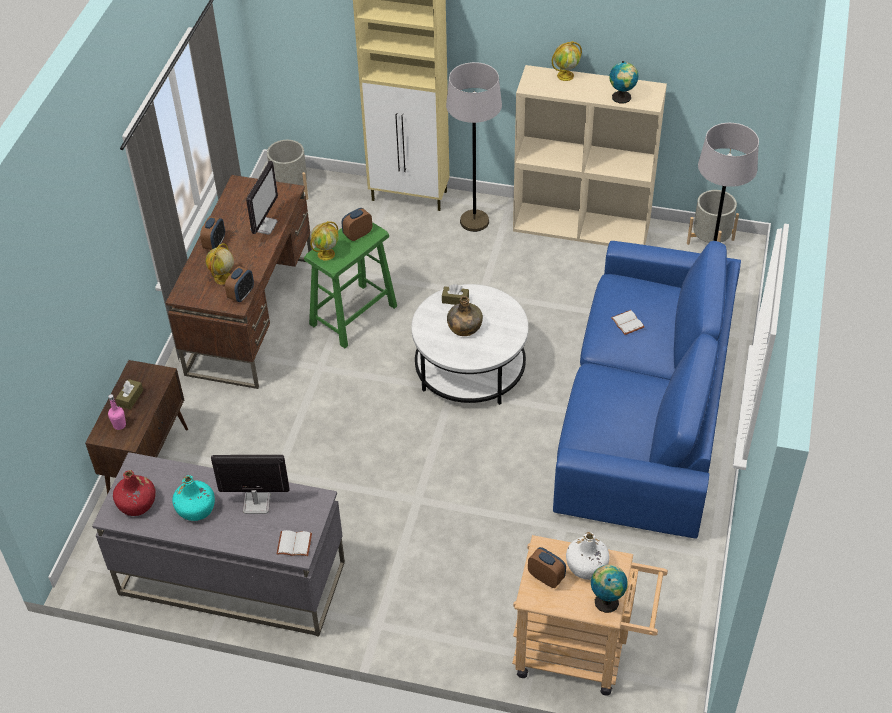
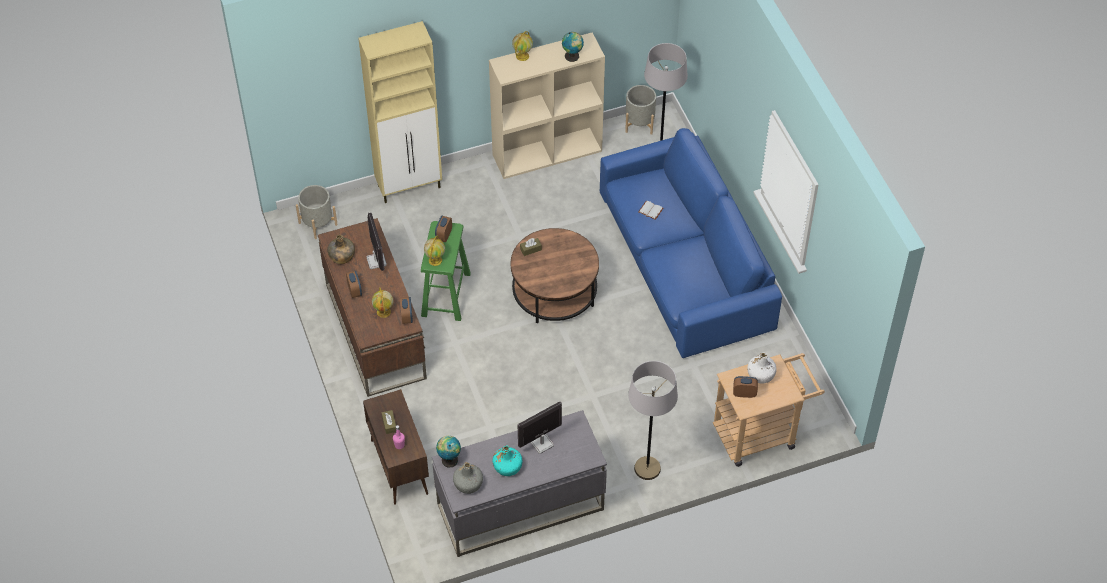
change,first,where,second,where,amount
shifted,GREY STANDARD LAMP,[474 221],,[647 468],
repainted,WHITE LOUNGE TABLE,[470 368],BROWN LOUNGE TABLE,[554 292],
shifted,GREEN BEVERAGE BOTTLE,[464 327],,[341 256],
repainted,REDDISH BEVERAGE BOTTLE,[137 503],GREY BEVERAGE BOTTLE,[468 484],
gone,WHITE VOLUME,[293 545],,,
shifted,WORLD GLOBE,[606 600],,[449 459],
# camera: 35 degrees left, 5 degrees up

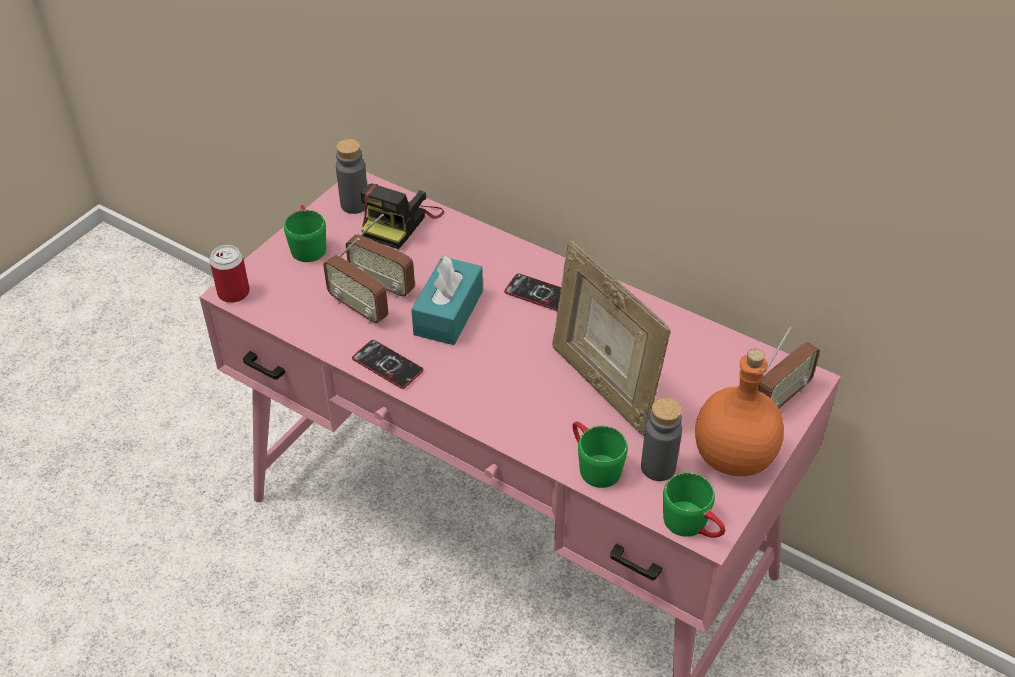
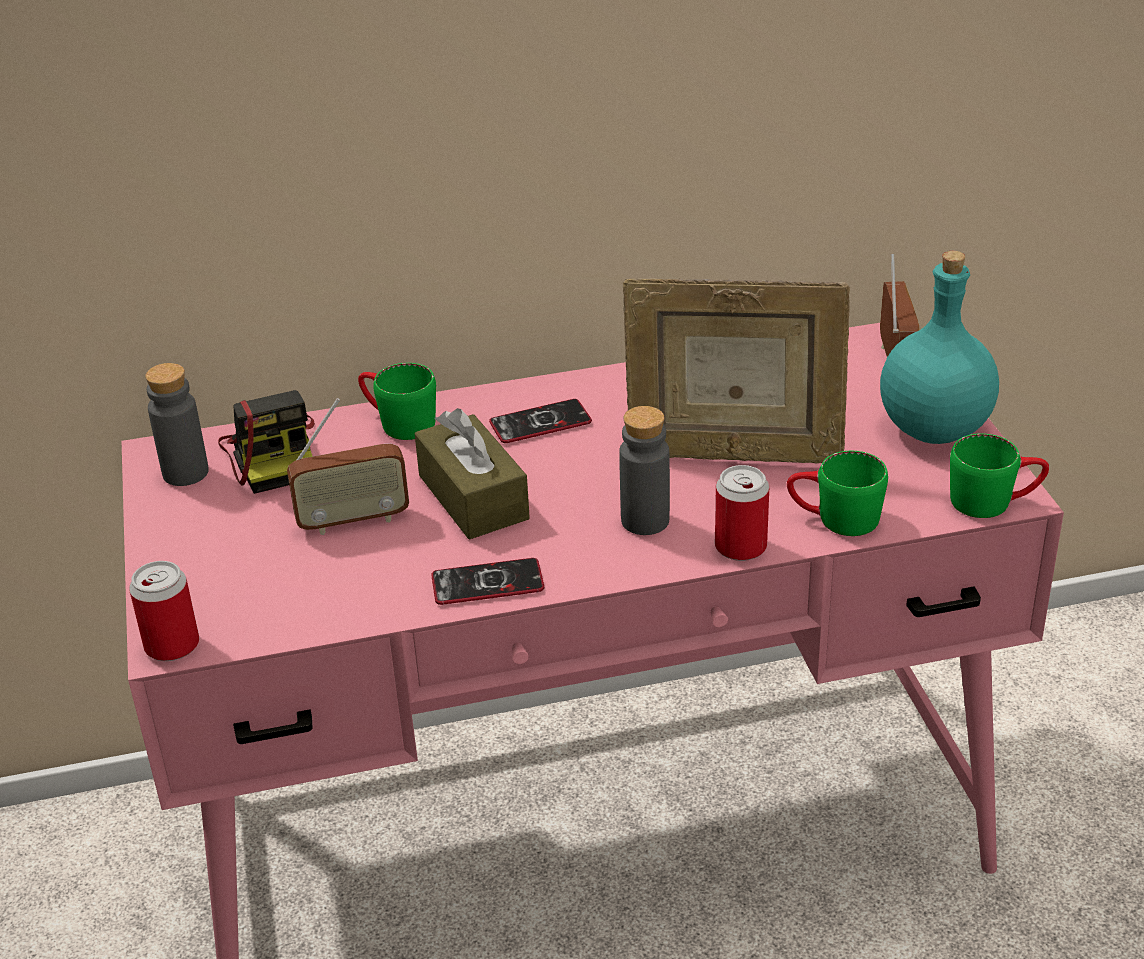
change,first,where,second,where,amount
shifted,GREEN MUG,[307 245],,[397 422],
gone,RADIO SET,[359 308],,,
repainted,TURQUOISE-COLOURED TISSUE BOX,[448 313],BROWN TISSUE BOX,[473 497],
repainted,ORANGE-COLOURED BEVERAGE BOTTLE,[735 458],TURQUOISE-COLOURED BEVERAGE BOTTLE,[936 429],
shifted,GREY BEVERAGE BOTTLE,[658 467],,[645 520],
new,,,SEALED CAN,[740 547],
# camera: 45 degrees left, 10 degrees down

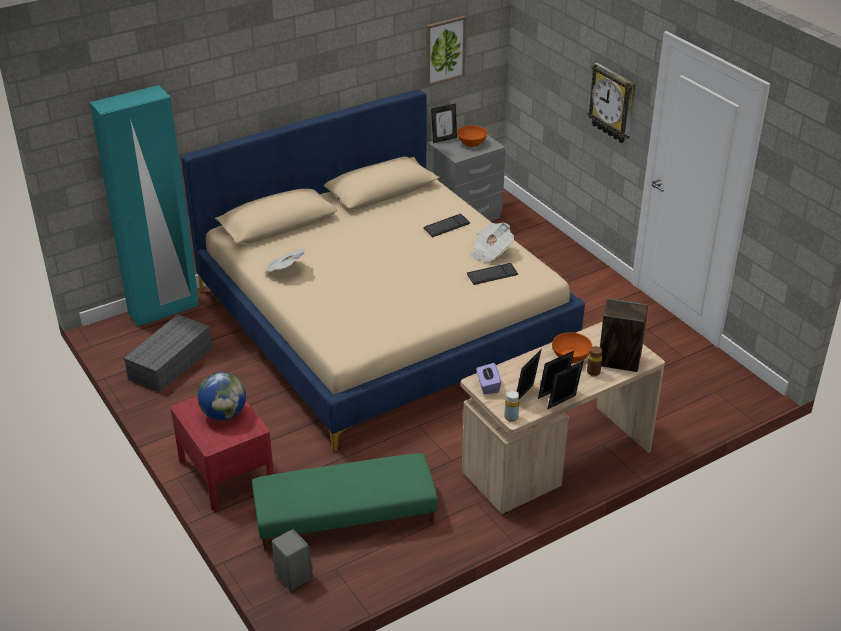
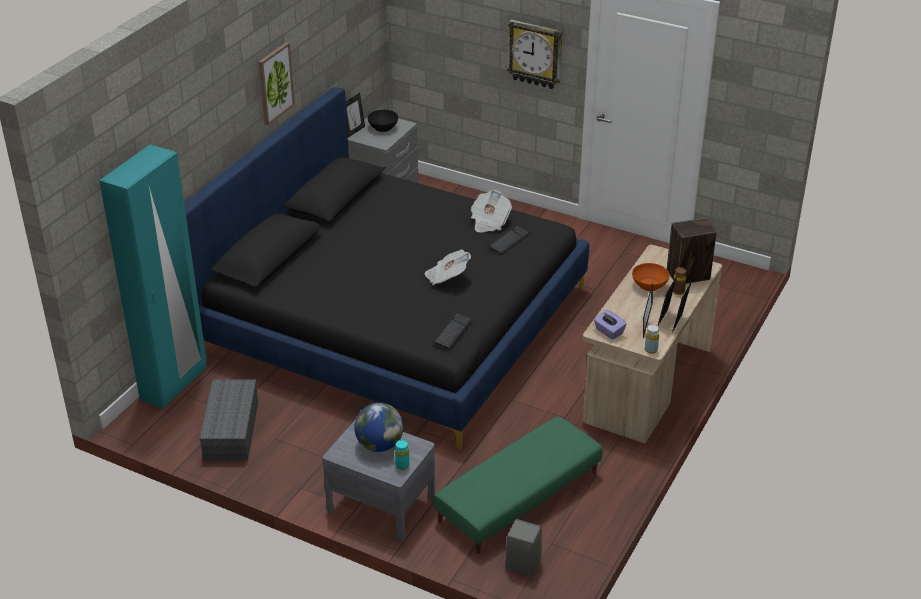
change,first,where,second,where,amount
shifted,PICTURE,[444 50],,[275 83],
repainted,SAND-COLOURED BEDROOM BED,[382 319],BLACKISH BEDROOM BED,[394 320],
repainted,ORANGE-COLOURED BOWL,[471 143],BLACKISH BOWL,[383 127],
shifted,PC KEYBOARD,[446 226],,[453 332],
shifted,NEWSPAPER,[285 270],,[447 277],
repainted,REDDISH BEDSIDE TABLE,[226 472],GREY BEDSIDE TABLE,[381 505],
new,,,TURQUOISE-COLOURED BEVERAGE BOTTLE,[402 465],
# camera: 30 degrees left, 0 degrees up

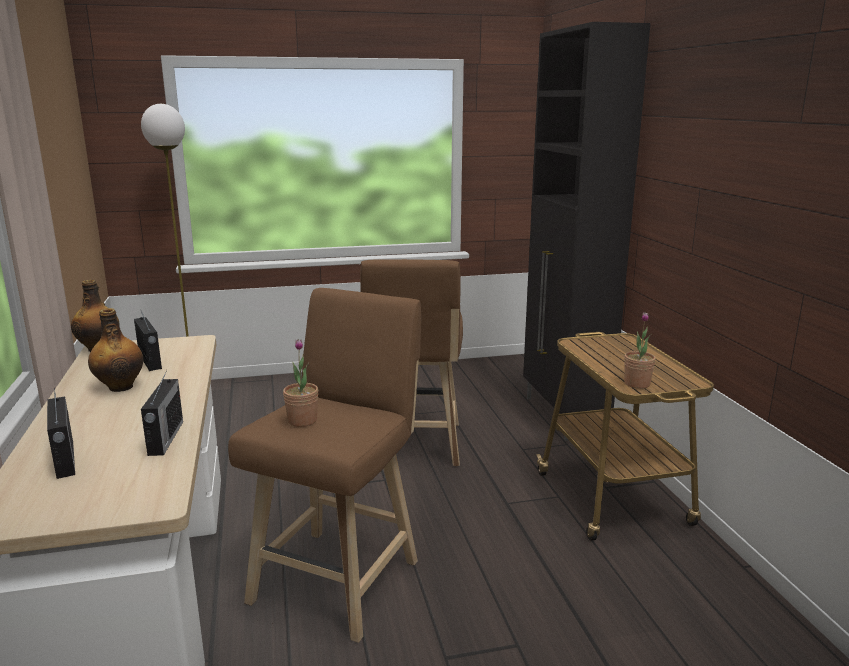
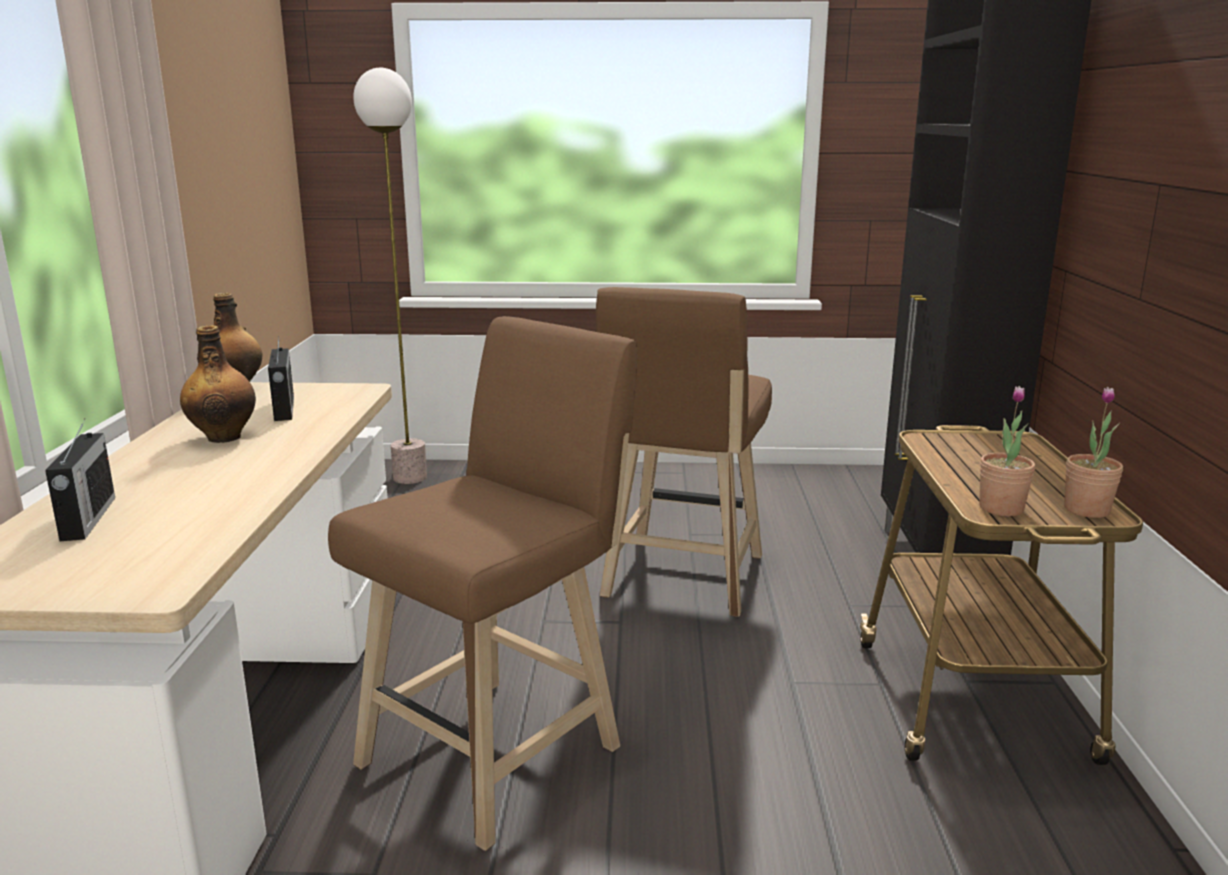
change,first,where,second,where,amount
shifted,HOUSEPLANT,[302 421],,[1086 510],
gone,RADIO SET,[165 438],,,
# camera: 15 degrees right, 0 degrees up

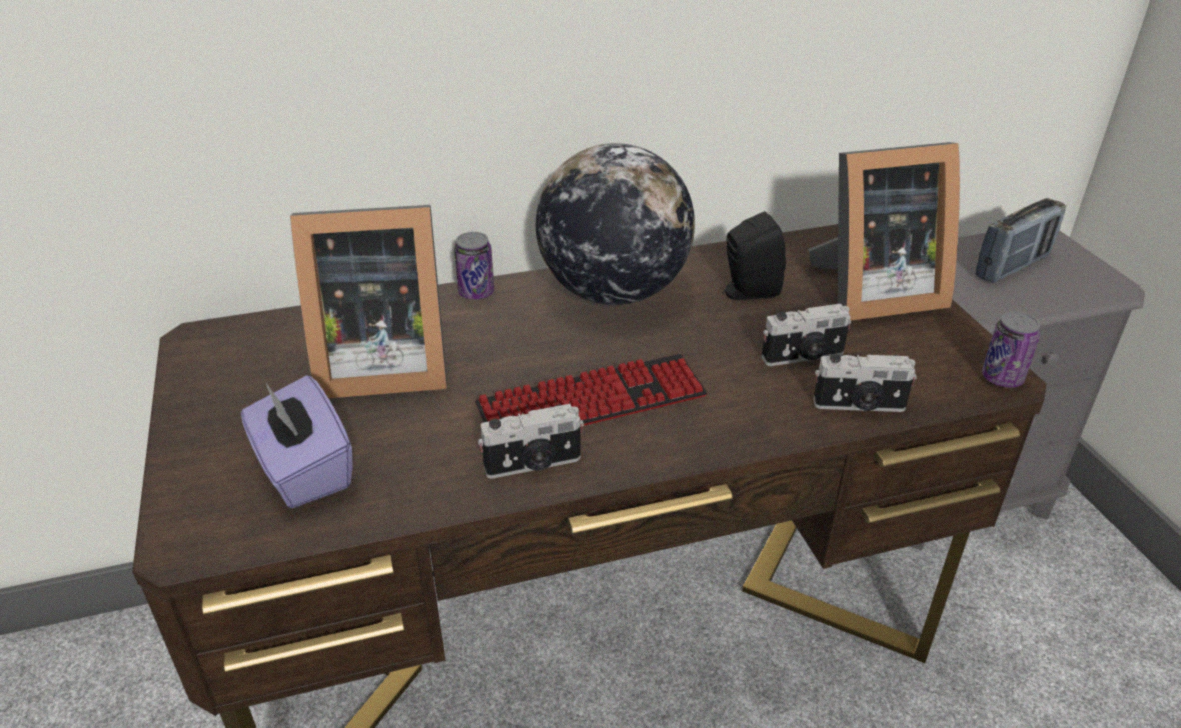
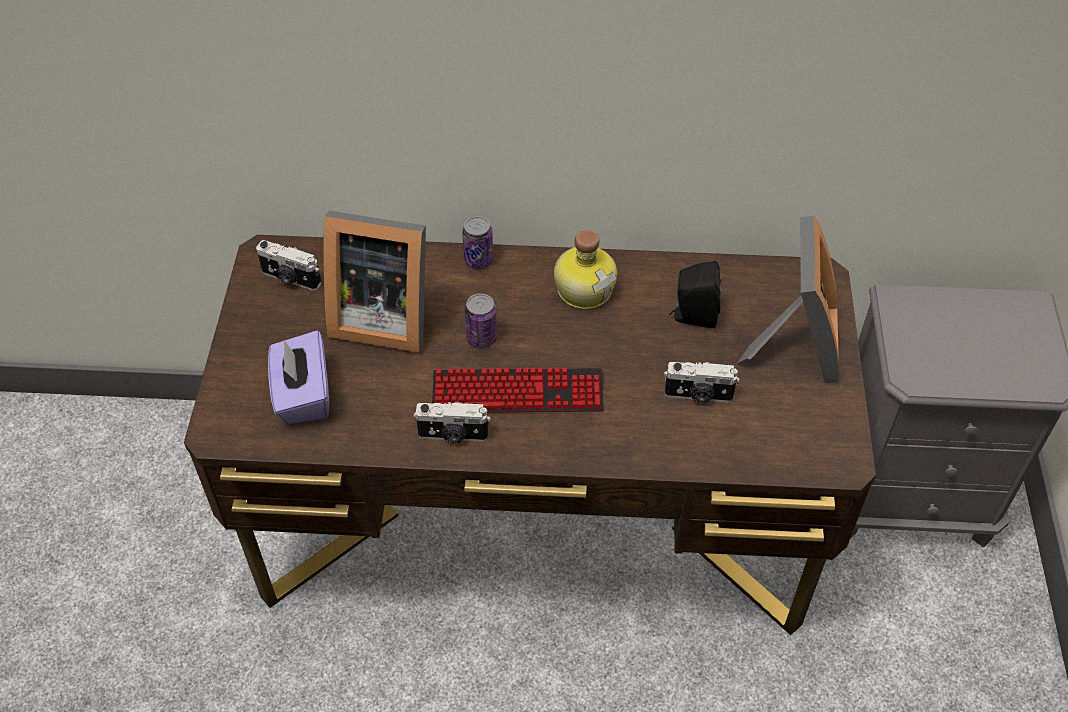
change,first,where,second,where,amount
rotated,PICTURE FRAME,[870 293],,[795 345],90 degrees counterclockwise
swapped,WORLD GLOBE,[613 292],BEVERAGE BOTTLE,[585 288],
gone,RADIO SET,[1012 266],,,
shifted,SEALED CAN,[1002 378],,[481 337],
shifted,PHOTO CAMERA,[859 406],,[290 279],
# camera: 20 degrees right, 15 degrees up

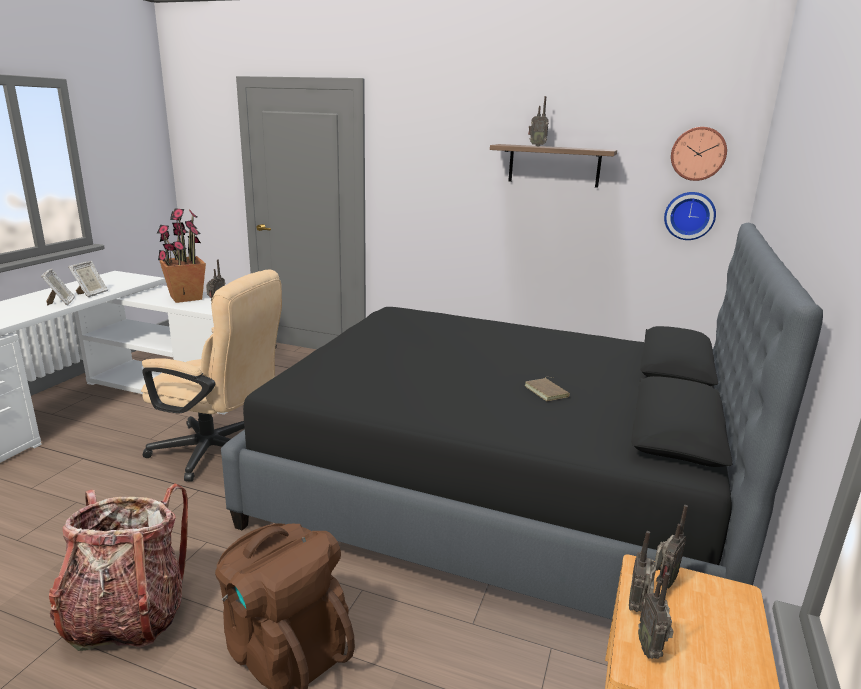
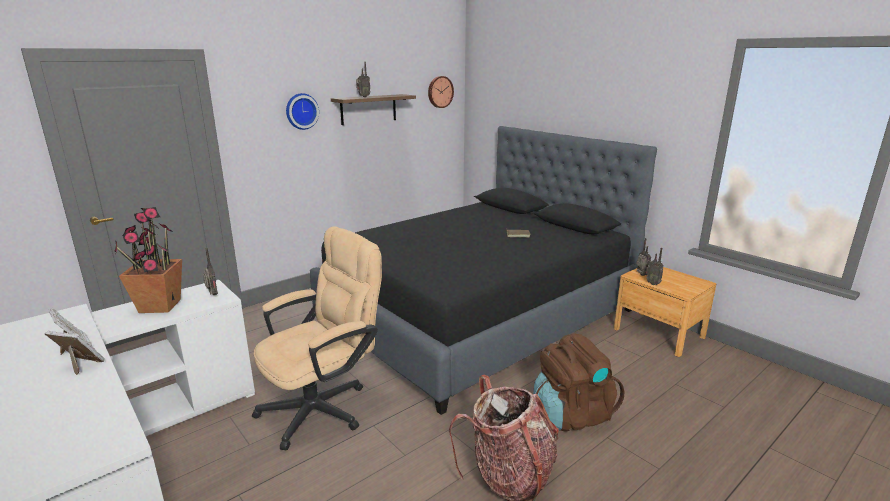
change,first,where,second,where,amount
shifted,CLOCK ON THE WALL,[689 215],,[301 111],
gone,RADIO SET,[651 649],,,
# camera: 60 degrees left, 0 degrees up

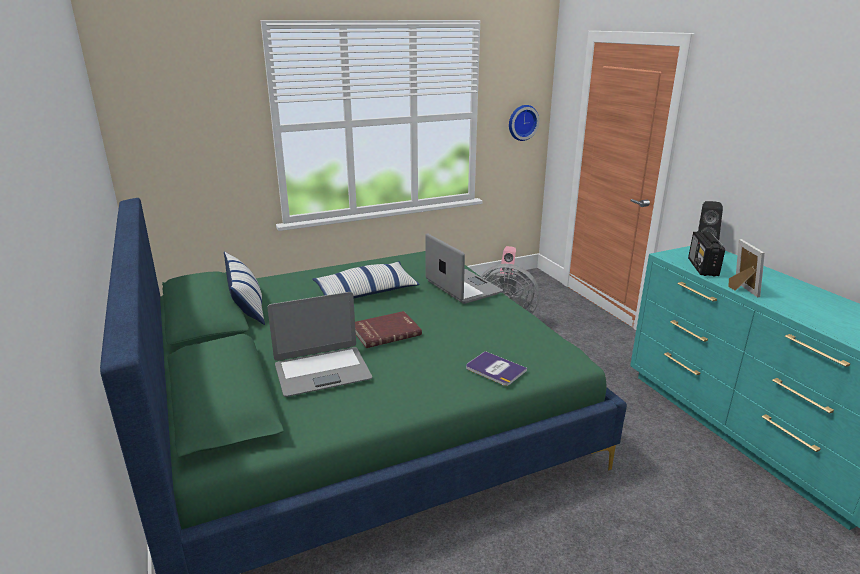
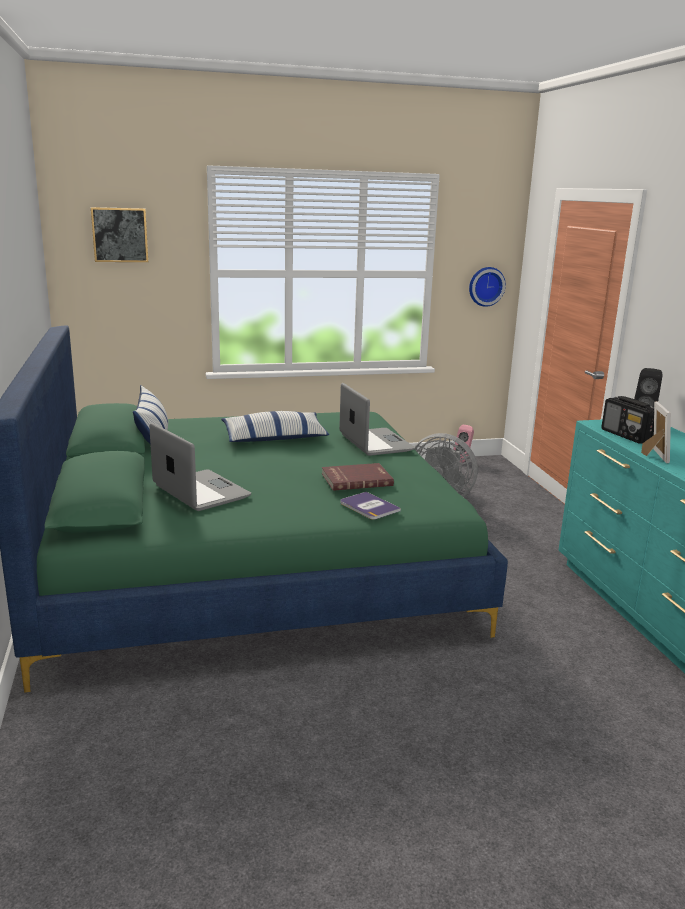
change,first,where,second,where,amount
rotated,RADIO SET,[702 267],,[627 436],45 degrees counterclockwise
rotated,LAPTOP,[322 371],,[200 492],120 degrees counterclockwise
shifted,REDDISH VOLUME,[385 331],,[356 479],
new,,,PICTURE,[120 235],
# camera: 10 degrees right, 5 degrees down

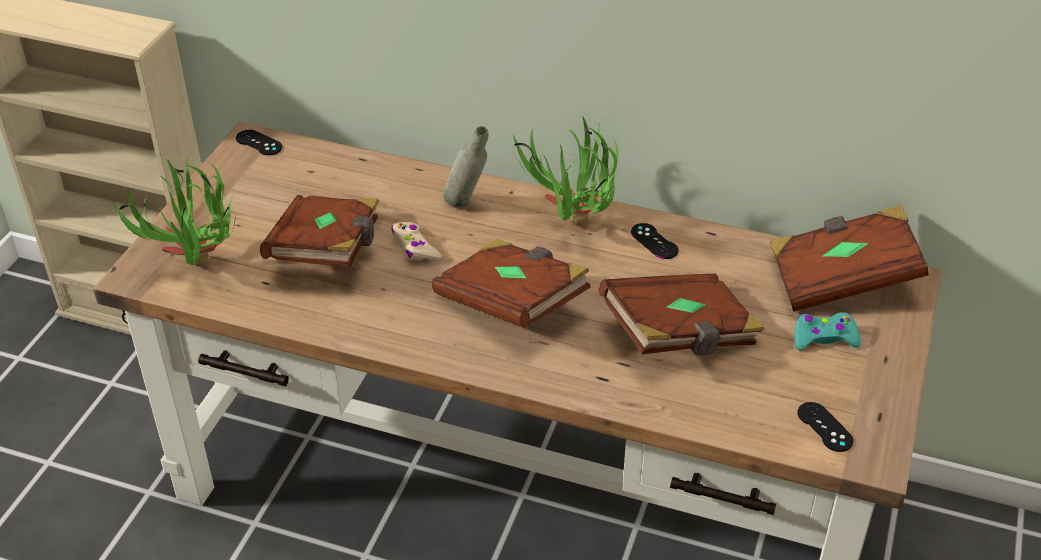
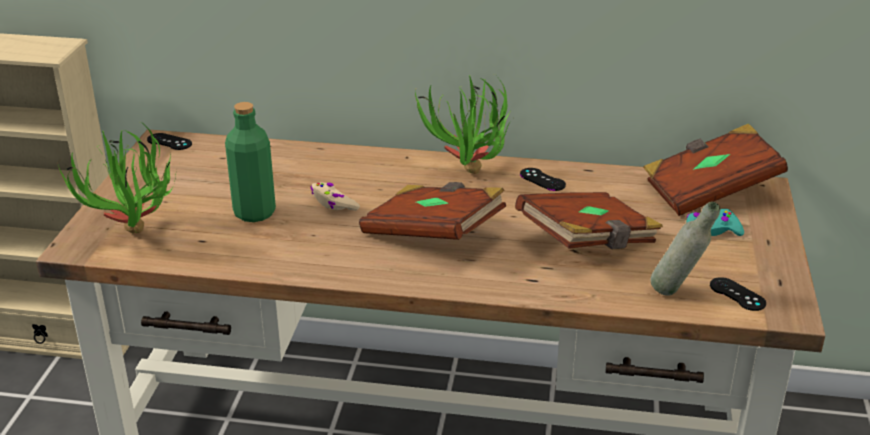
change,first,where,second,where,amount
shifted,GREY BEVERAGE BOTTLE,[467 207],,[677 293],
swapped,BROWN VOLUME,[328 251],GREEN BEVERAGE BOTTLE,[254 213],
# camera: 10 degrees left, 10 degrees down

